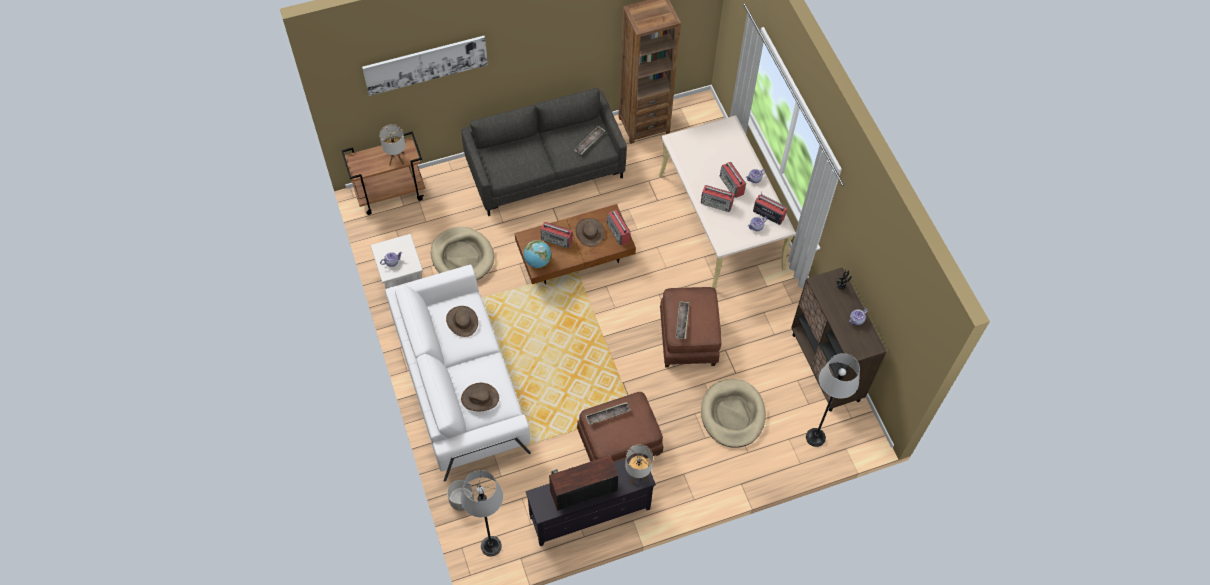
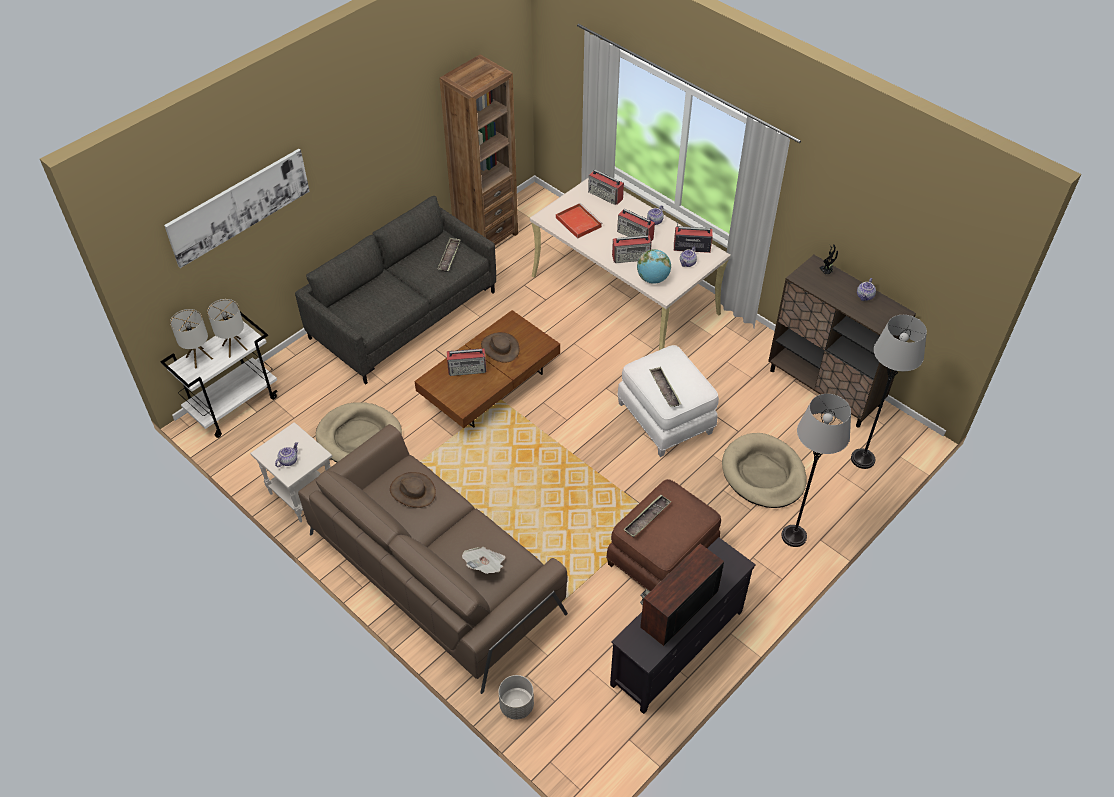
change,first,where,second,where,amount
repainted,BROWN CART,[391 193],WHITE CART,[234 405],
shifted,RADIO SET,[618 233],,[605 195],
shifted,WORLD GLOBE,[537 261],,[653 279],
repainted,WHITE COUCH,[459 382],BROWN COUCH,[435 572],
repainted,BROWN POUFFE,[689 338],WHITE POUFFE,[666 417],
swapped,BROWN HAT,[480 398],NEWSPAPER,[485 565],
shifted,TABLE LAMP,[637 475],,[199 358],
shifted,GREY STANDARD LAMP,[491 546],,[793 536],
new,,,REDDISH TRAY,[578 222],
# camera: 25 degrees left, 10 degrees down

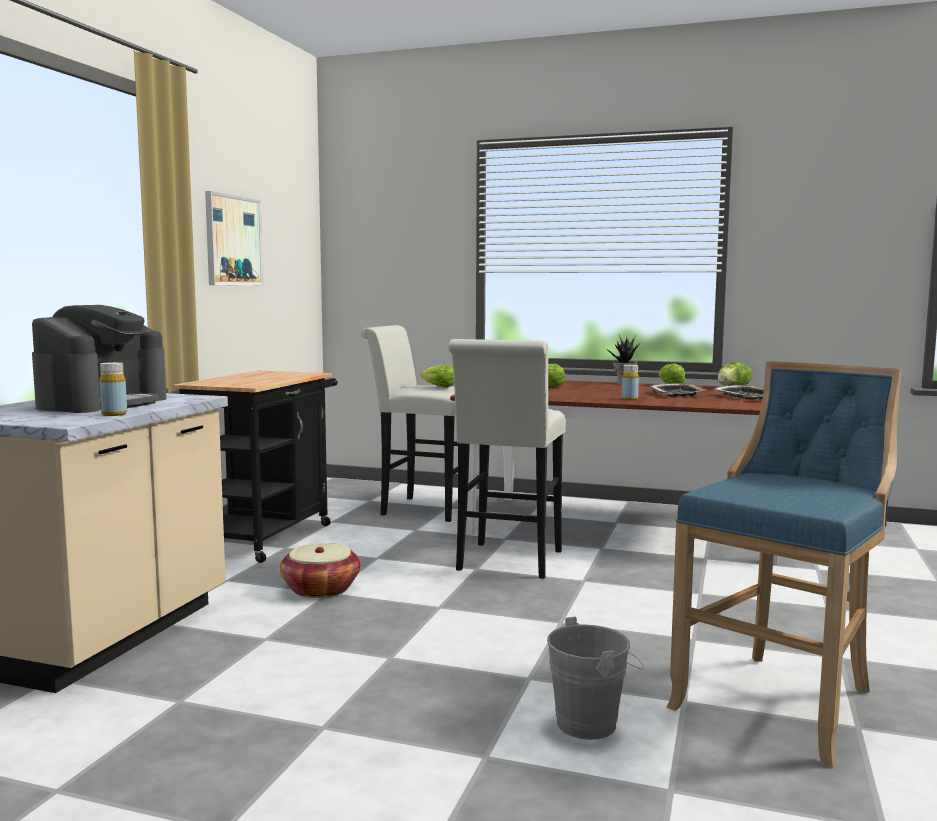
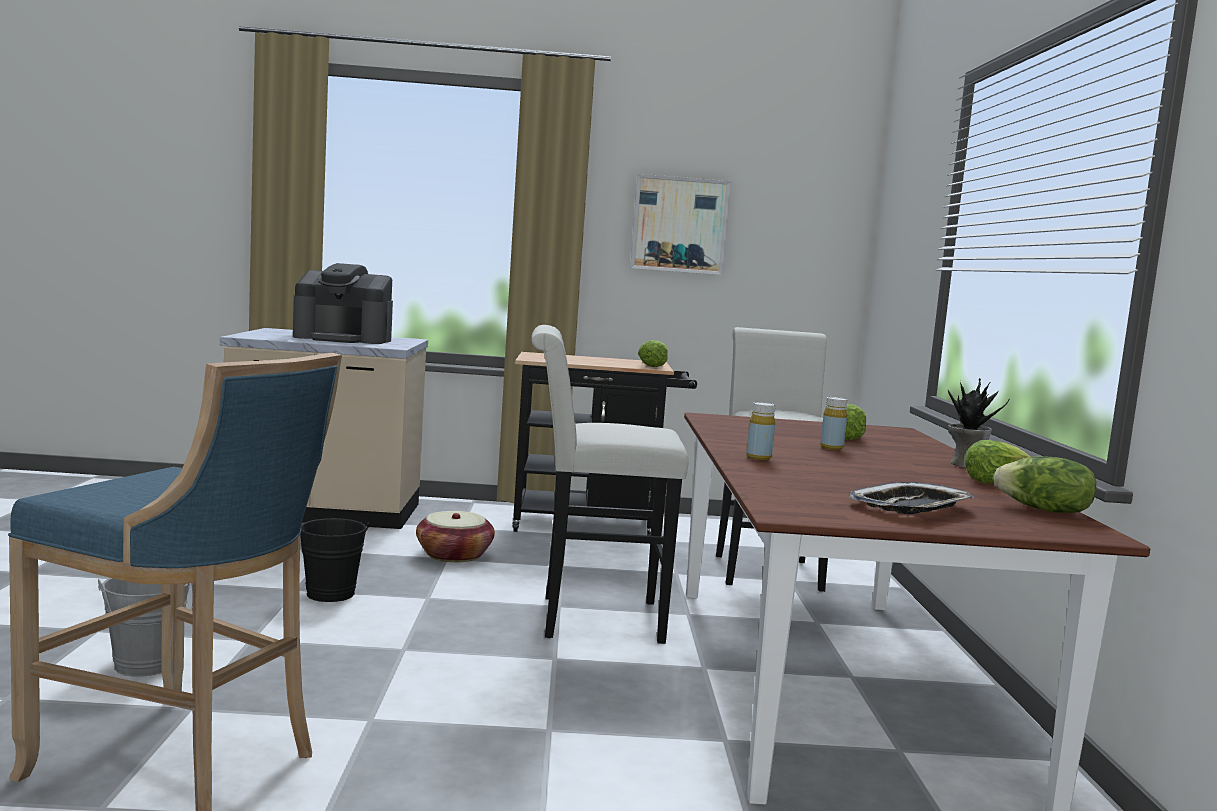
change,first,where,second,where,amount
shifted,YELLOWISH BEVERAGE BOTTLE,[114 414],,[831 447],
shifted,LETTUCE HEAD,[438 387],,[653 366],
gone,TRAY,[677 394],,,
new,,,BLACKISH WATER BUCKET,[331 592],
# camera: 70 degrees right, 0 degrees up

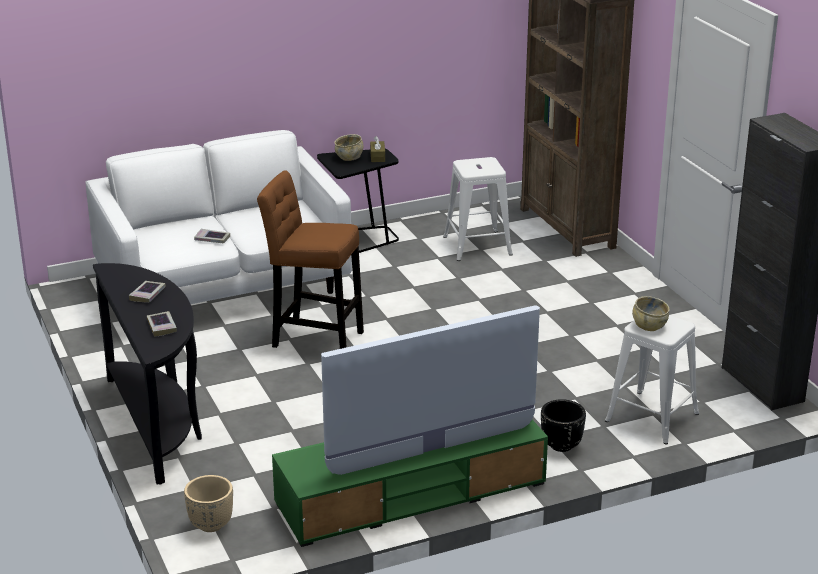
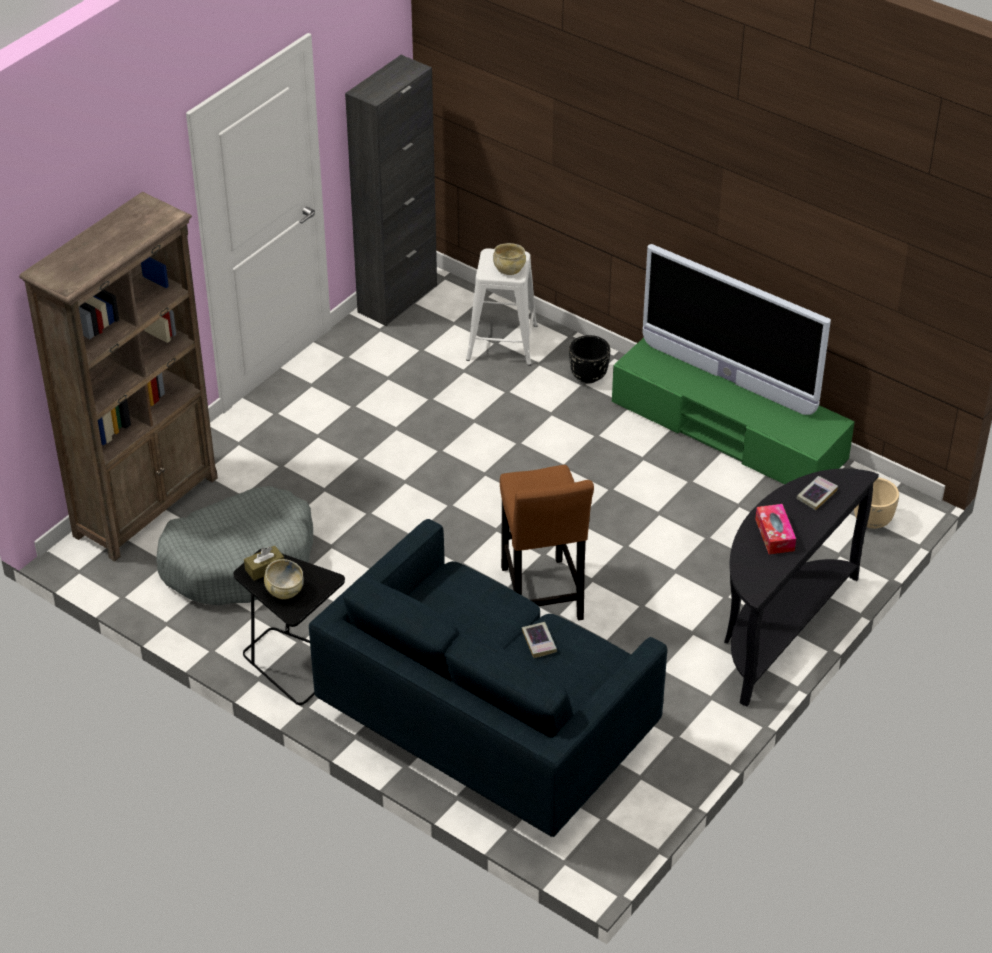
change,first,where,second,where,amount
repainted,WHITE COUCH,[223 286],BLUE-COLOURED COUCH,[489 725],
swapped,WHITE STOOL SEAT,[477 245],GREY DOG BED,[239 560],
swapped,VOLUME,[147 294],TISSUE BOX,[774 535],
# camera: 120 degrees left, 15 degrees up

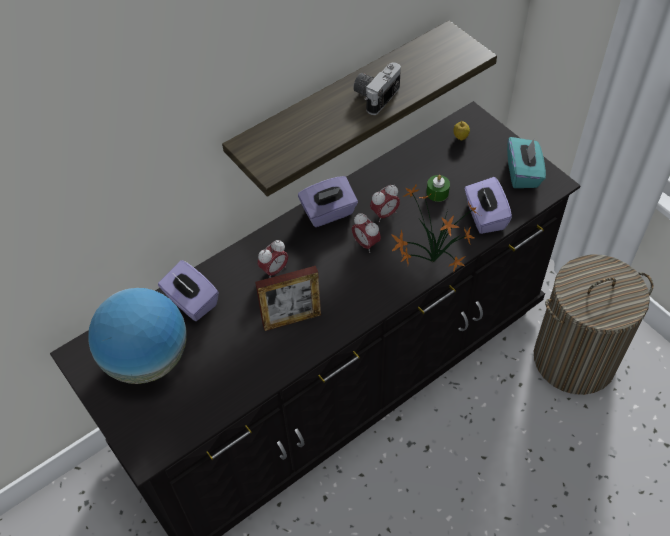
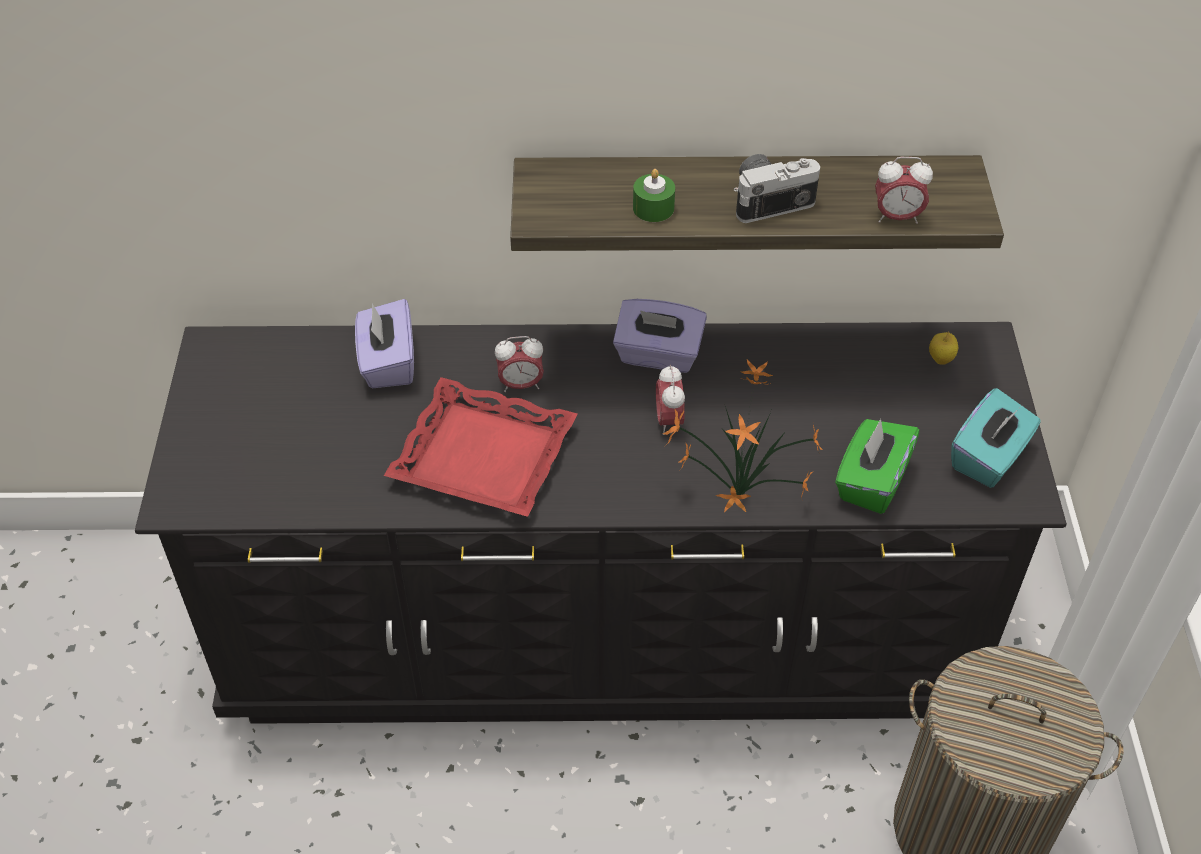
change,first,where,second,where,amount
shifted,GREEN WAX CANDLE,[437 193],,[653 208],
repainted,PURPLISH TISSUE BOX,[484 216],GREEN TISSUE BOX,[871 482],
shifted,ALARM CLOCK,[384 214],,[897 217],
swapped,PICTURE FRAME,[292 320],REDDISH TRAY,[484 456],
gone,WORLD GLOBE,[147 359],,,
# camera: 35 degrees right, 5 degrees down

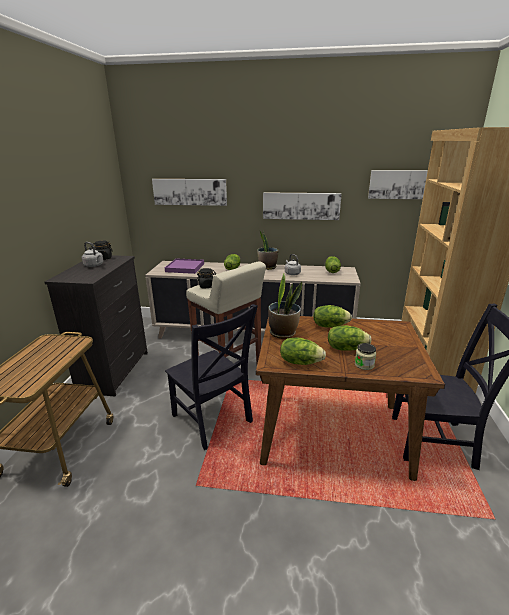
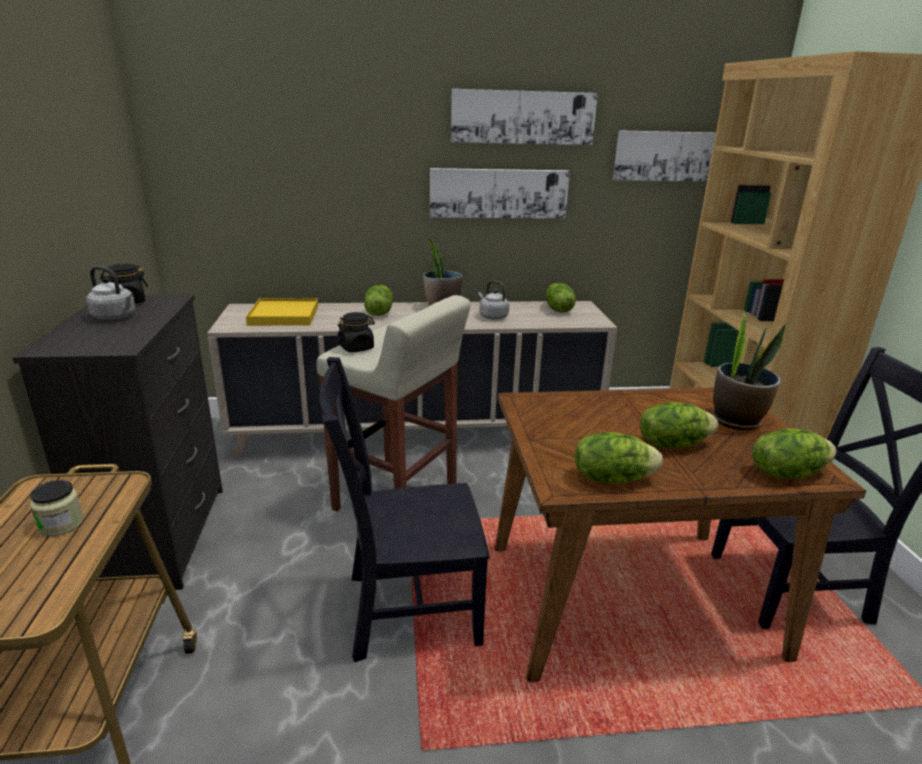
change,first,where,second,where,amount
shifted,PICTURE,[190 191],,[523 117],
repainted,PURPLISH TRAY,[185 268],YELLOWISH TRAY,[284 315],
shifted,HOUSEPLANT,[283 333],,[736 420],
rotated,BLACKISH CHAIR,[213 420],,[406 609],135 degrees clockwise
shifted,LETTUCE HEAD,[330 326],,[786 473],
shifted,PRESERVE JAR,[364 365],,[61 524],
# camera: 15 degrees left, 0 degrees up

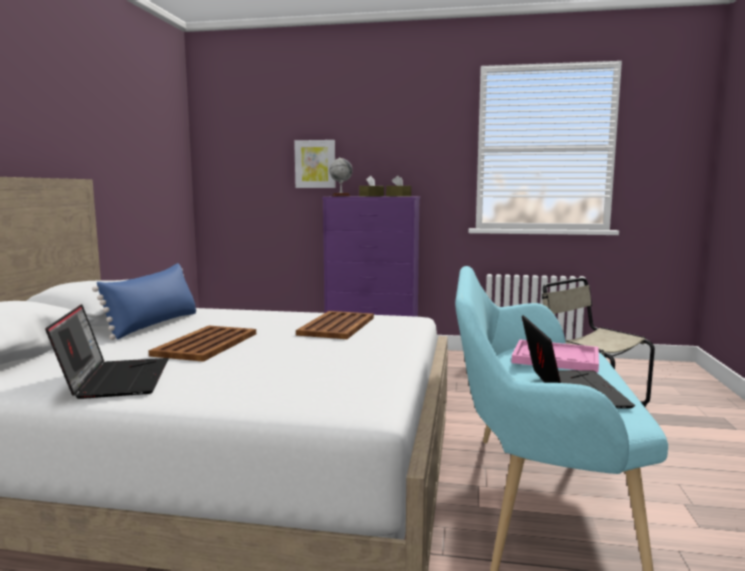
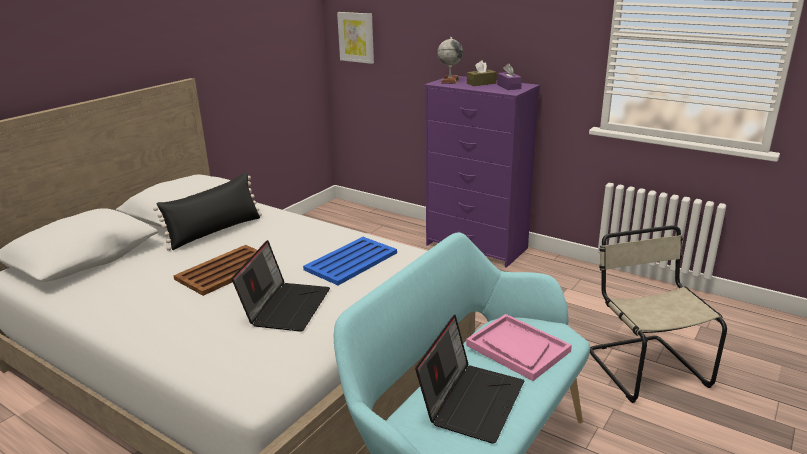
change,first,where,second,where,amount
shifted,PICTURE,[315 164],,[356 37],
repainted,BROWN TISSUE BOX,[398 196],PURPLISH TISSUE BOX,[508 86],
repainted,BLUE-COLOURED CUSHION,[154 324],BLACKISH CUSHION,[215 231],
shifted,LAPTOP,[115 379],,[286 306],
repainted,BROWN TRAY,[337 326],BLUE-COLOURED TRAY,[352 261],
# camera: 25 degrees right, 15 degrees up

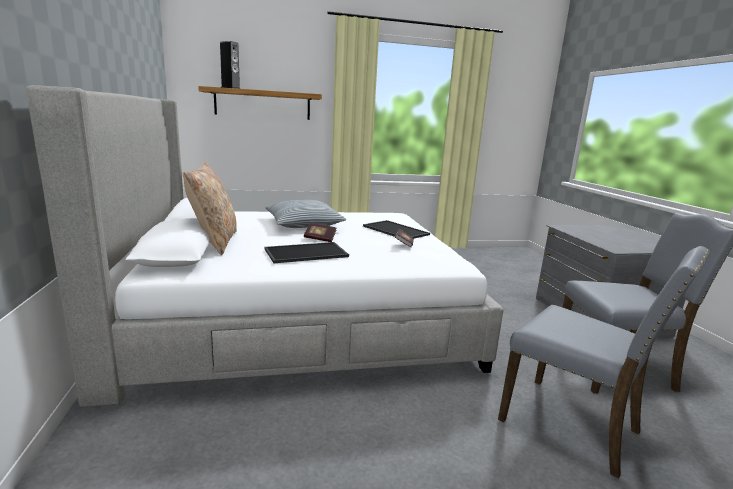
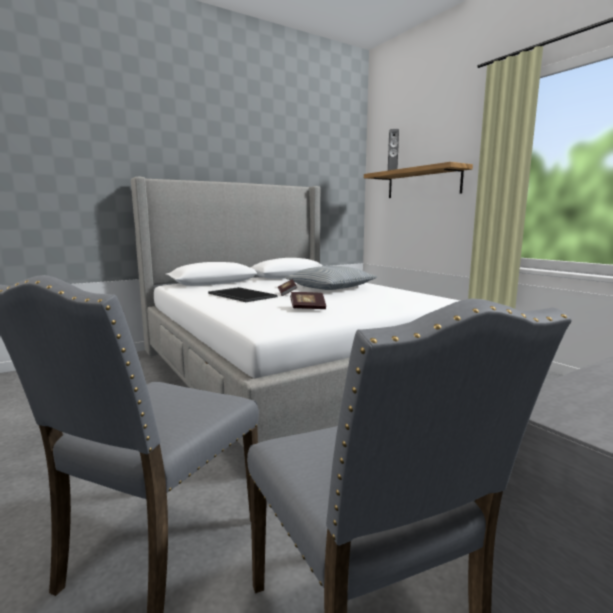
change,first,where,second,where,amount
gone,SAND-COLOURED CUSHION,[214 242],,,
gone,TRAY,[394 230],,,
# camera: 70 degrees right, 5 degrees down

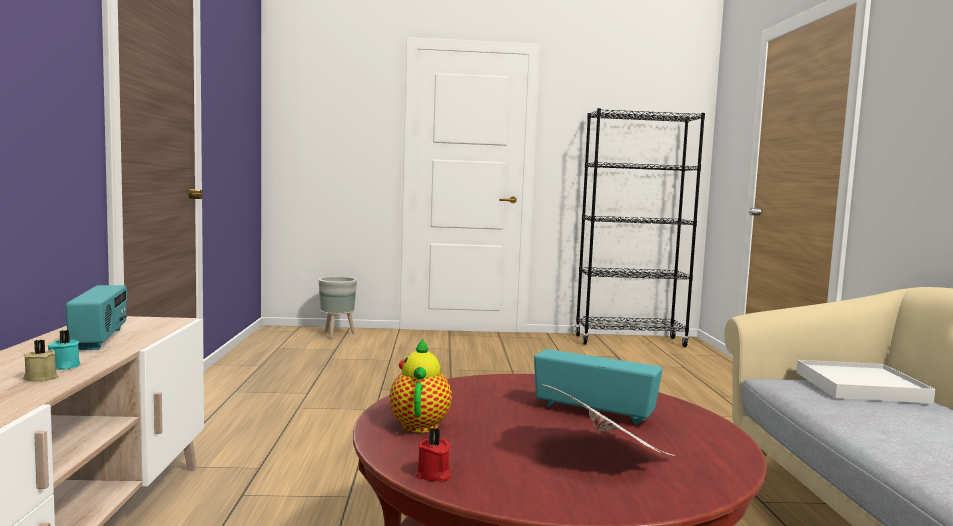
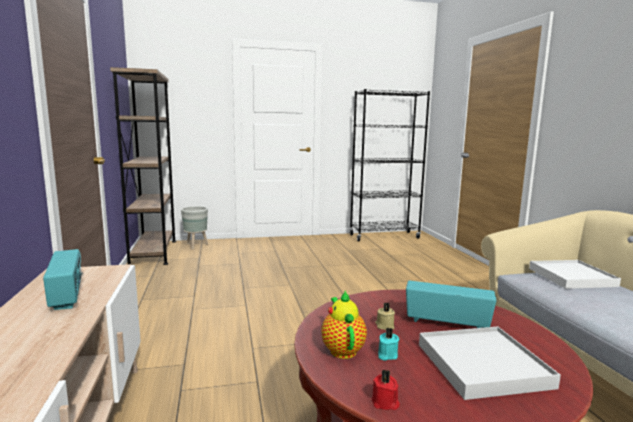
change,first,where,second,where,amount
shifted,TURQUOISE-COLOURED WAX CANDLE,[63 366],,[386 355],
shifted,SAND-COLOURED WAX CANDLE,[41 378],,[384 326],
swapped,NEWSPAPER,[605 456],WHITE TRAY,[482 365],
new,,,BROWN BOOKCASE,[153 252],
# camera: 10 degrees left, 5 degrees up

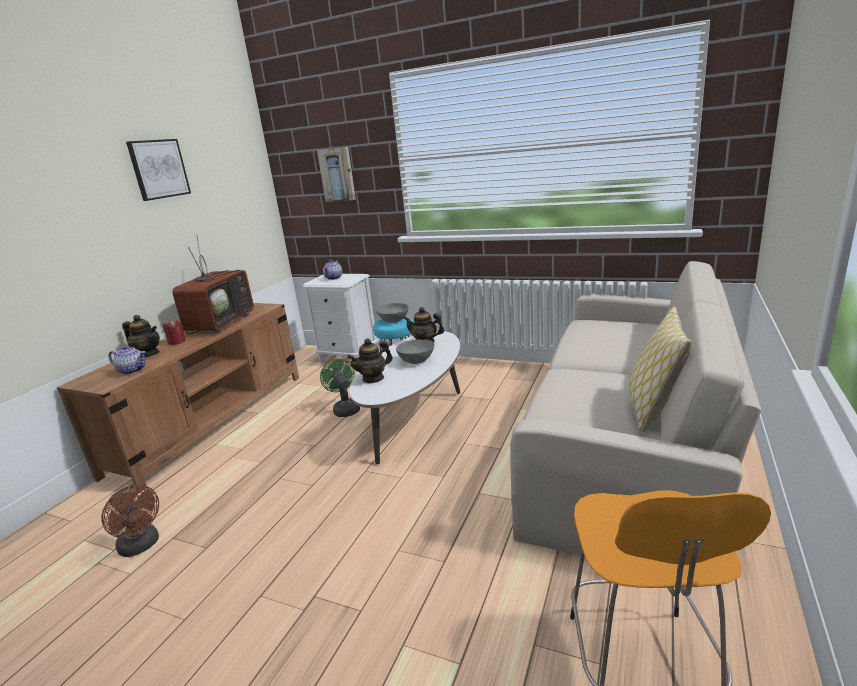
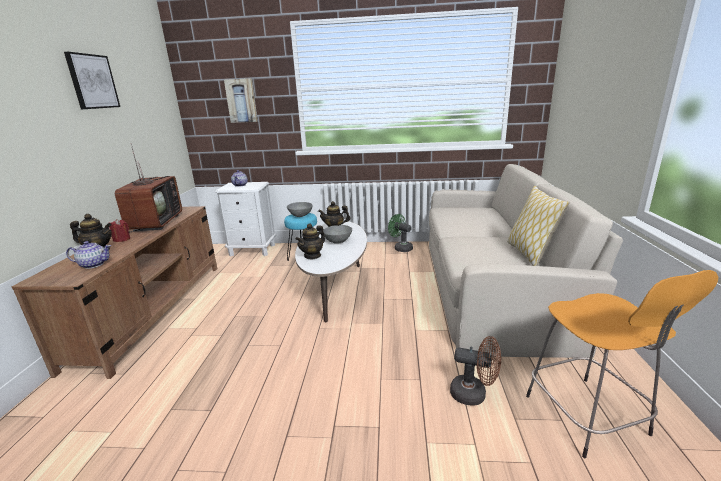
change,first,where,second,where,amount
shifted,GREEN FAN,[345 409],,[401 248],
shifted,BROWN FAN,[142 546],,[474 394],
# camera: 20 degrees left, 0 degrees up

